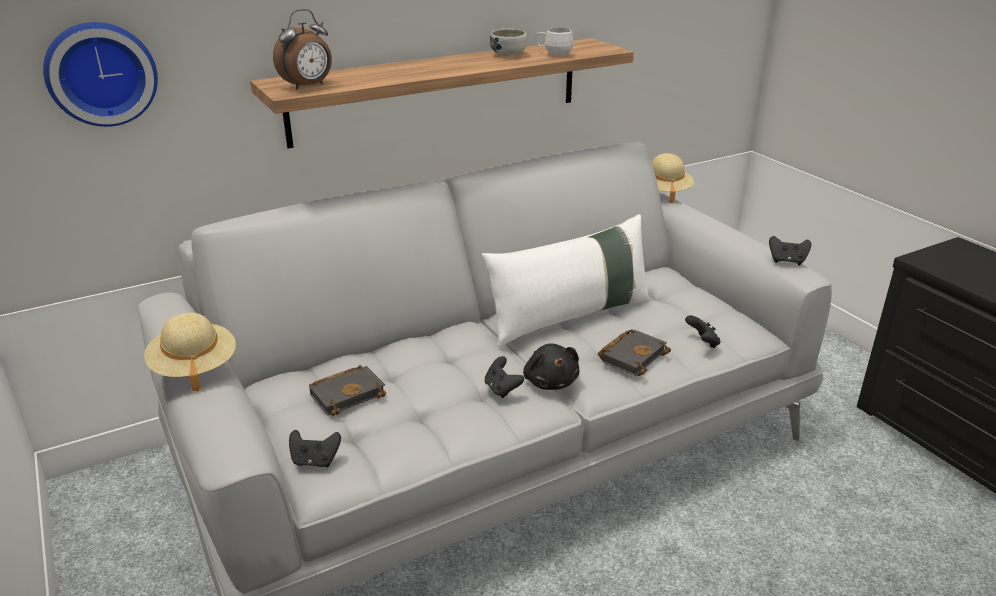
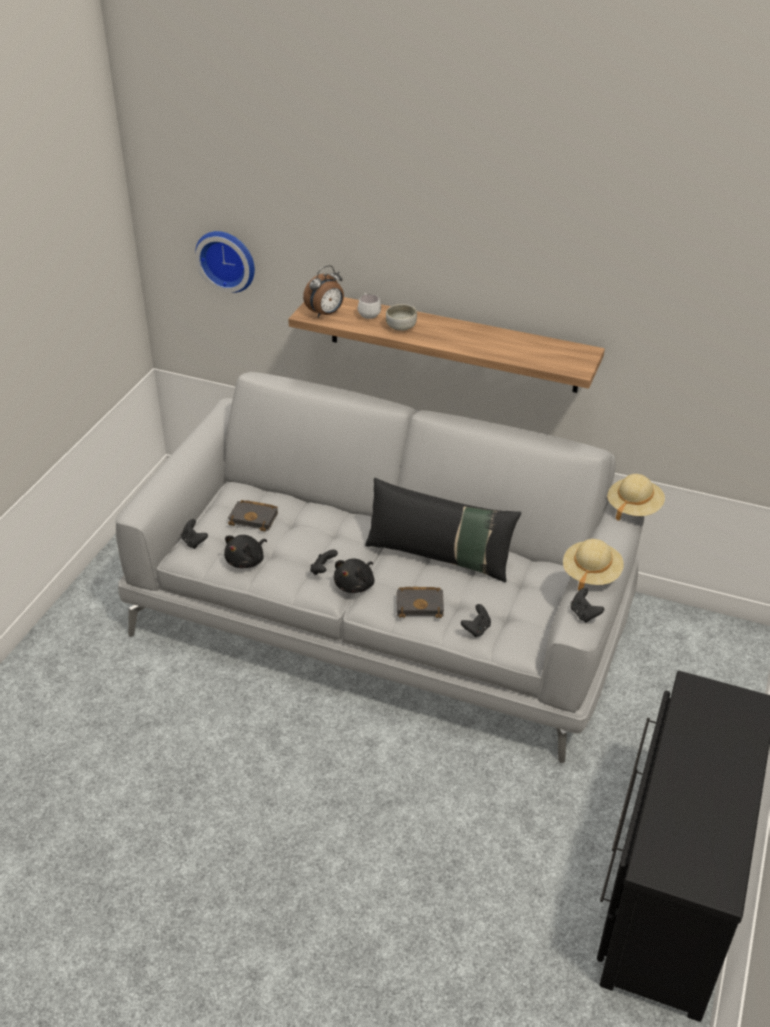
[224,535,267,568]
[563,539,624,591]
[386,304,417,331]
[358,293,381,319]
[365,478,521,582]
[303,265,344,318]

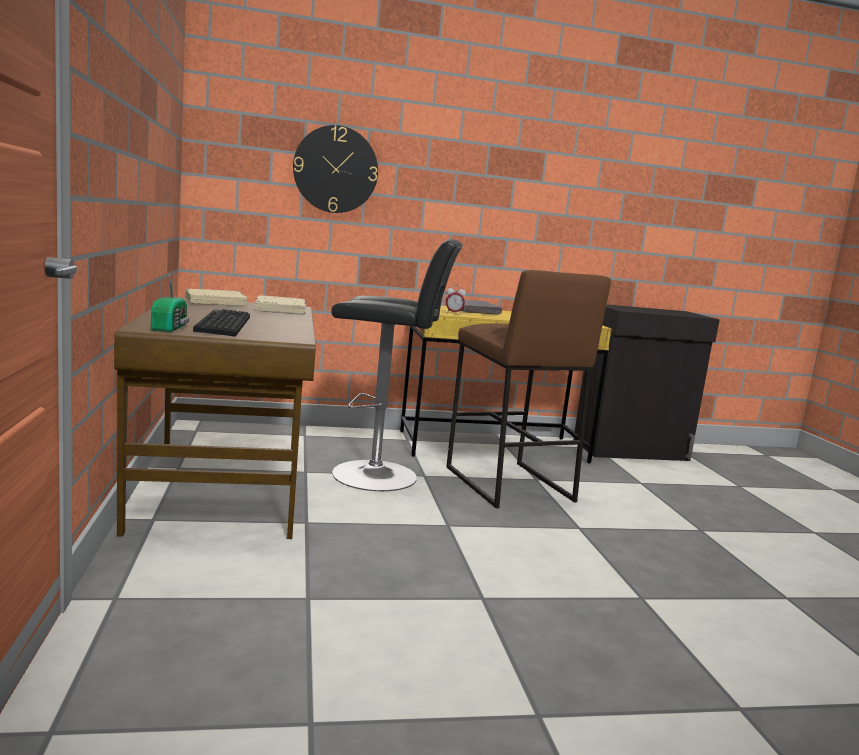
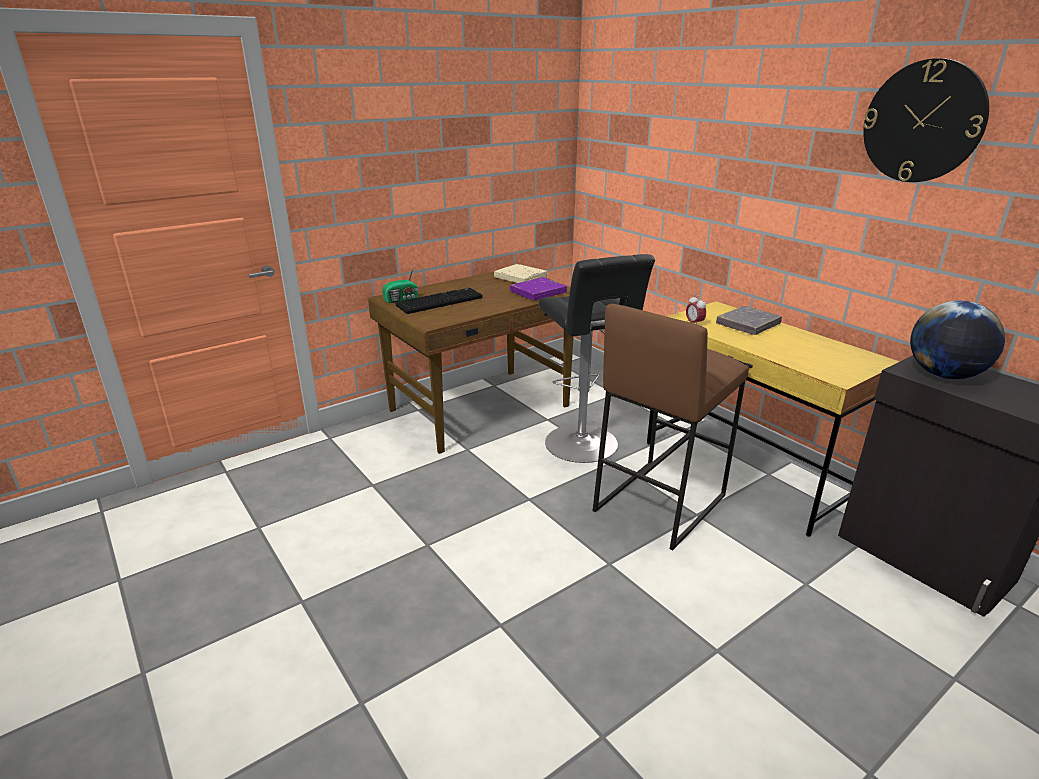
[910,300,1005,379]
[863,58,989,182]
[510,277,567,300]

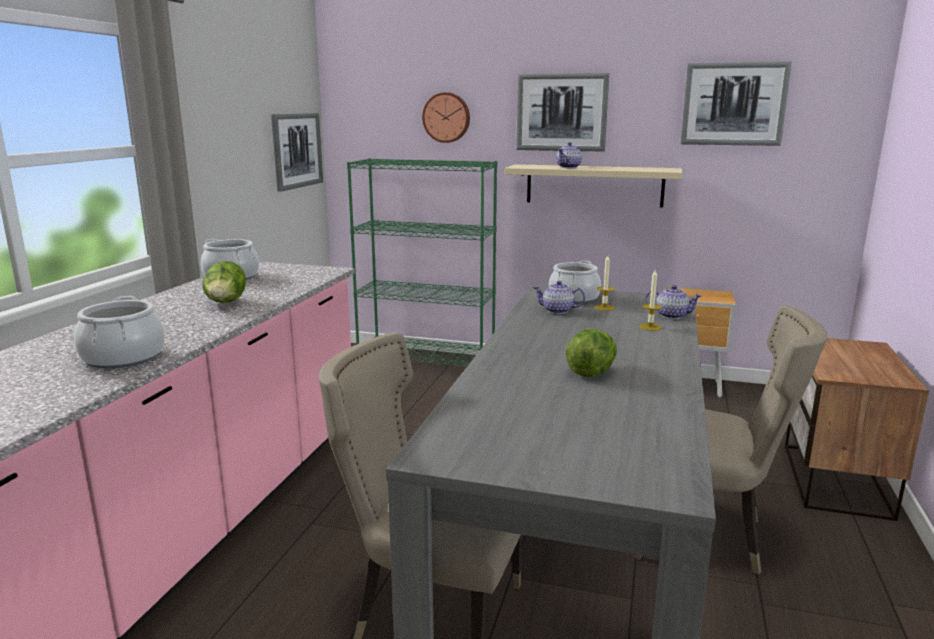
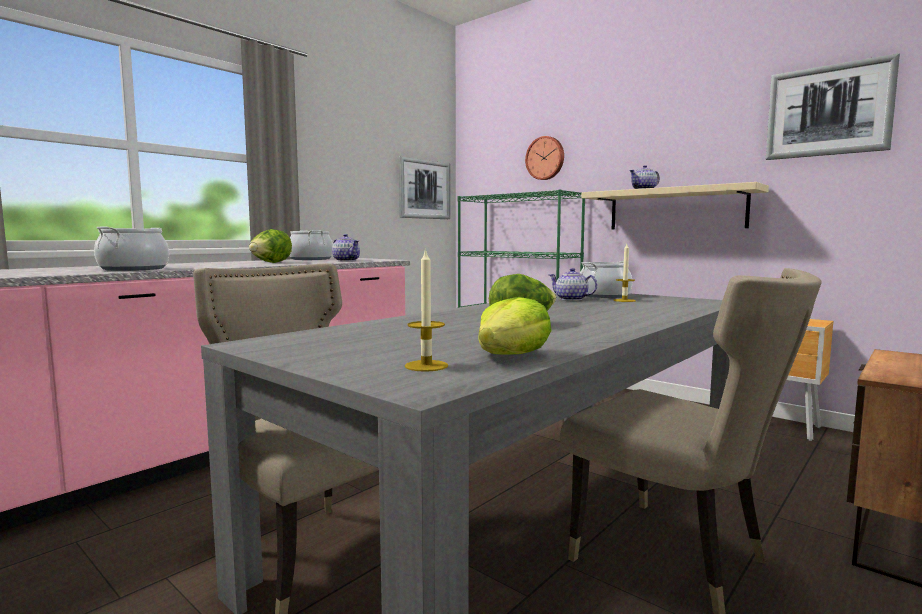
[516,73,609,151] (first image)
[478,297,552,355]
[405,248,448,372]
[332,234,360,261]

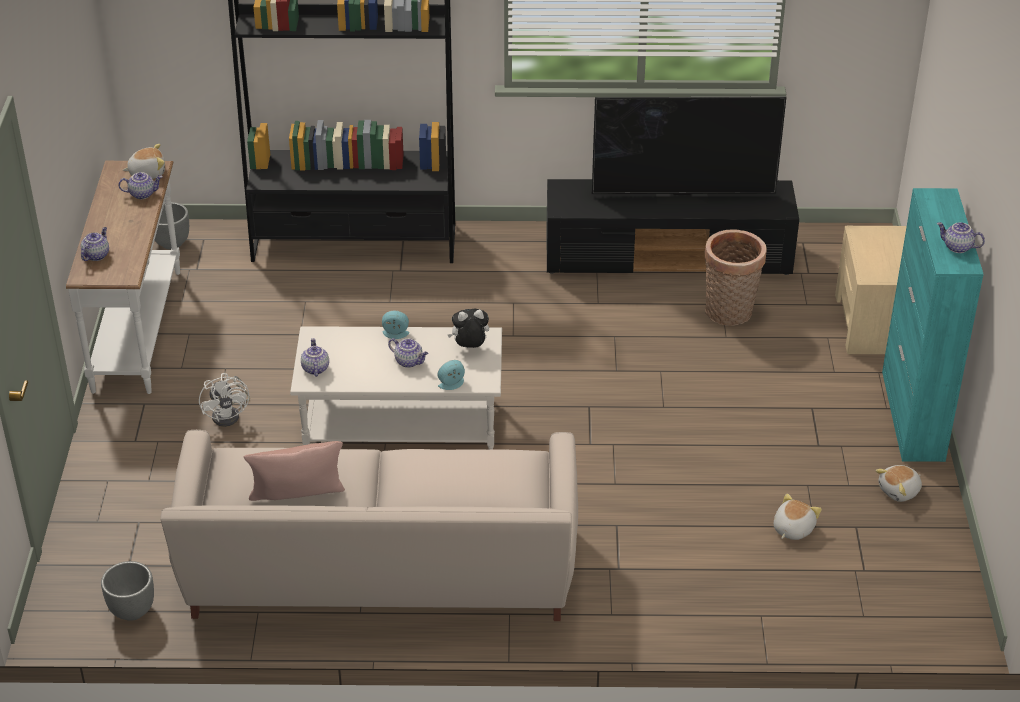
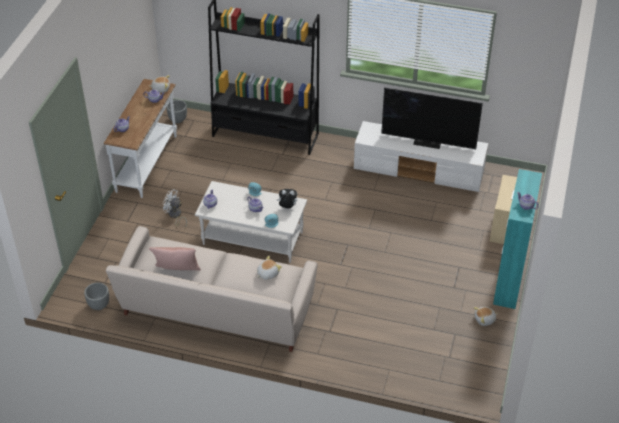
[705,229,766,326] (first image)
[257,256,282,280]
[354,121,488,192]
[163,189,187,228]

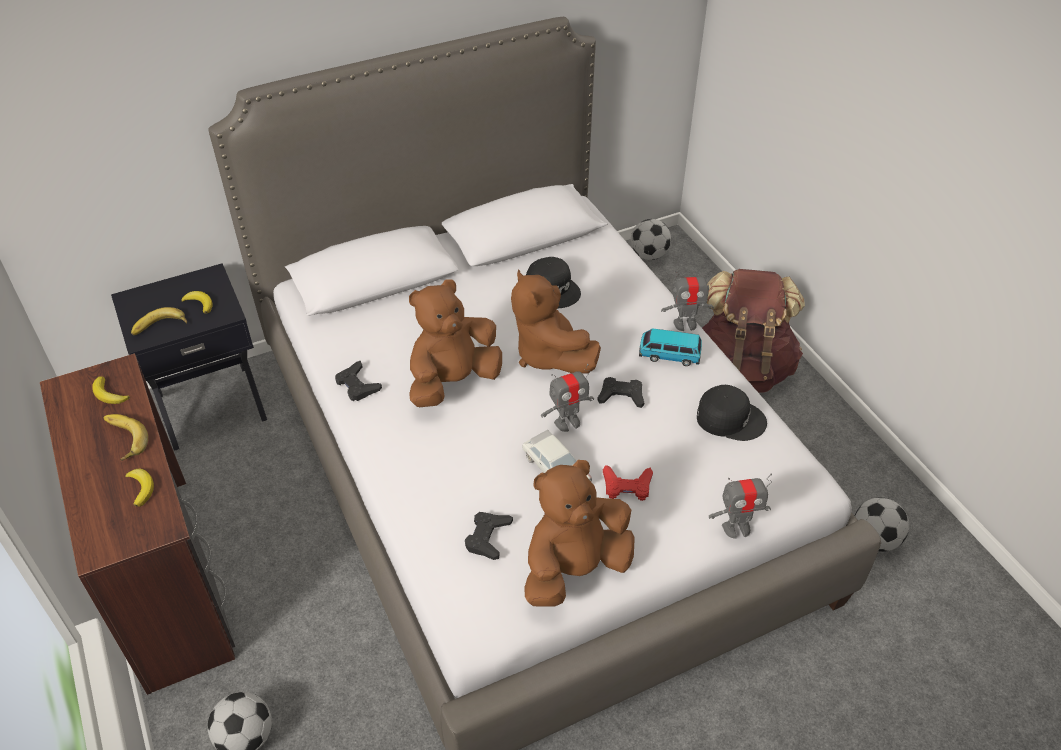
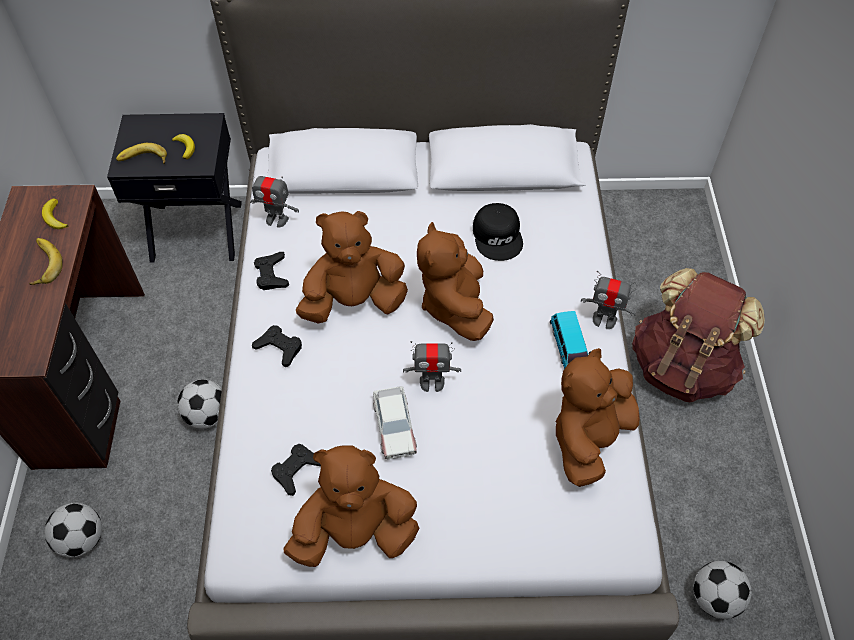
[125,469,154,507] (first image)
[603,465,653,501] (first image)
[252,325,302,367]
[177,379,222,429]
[248,169,299,228]
[555,348,639,487]
[550,311,591,369]

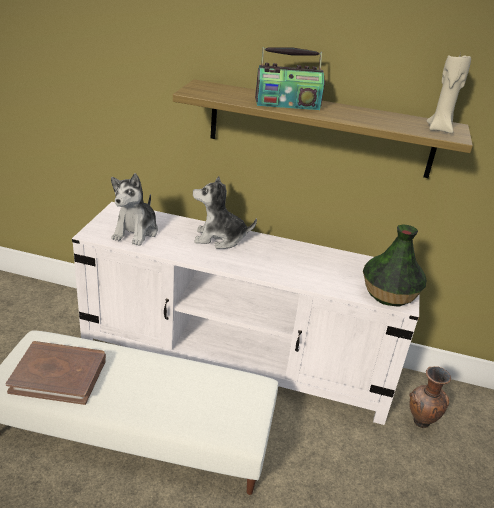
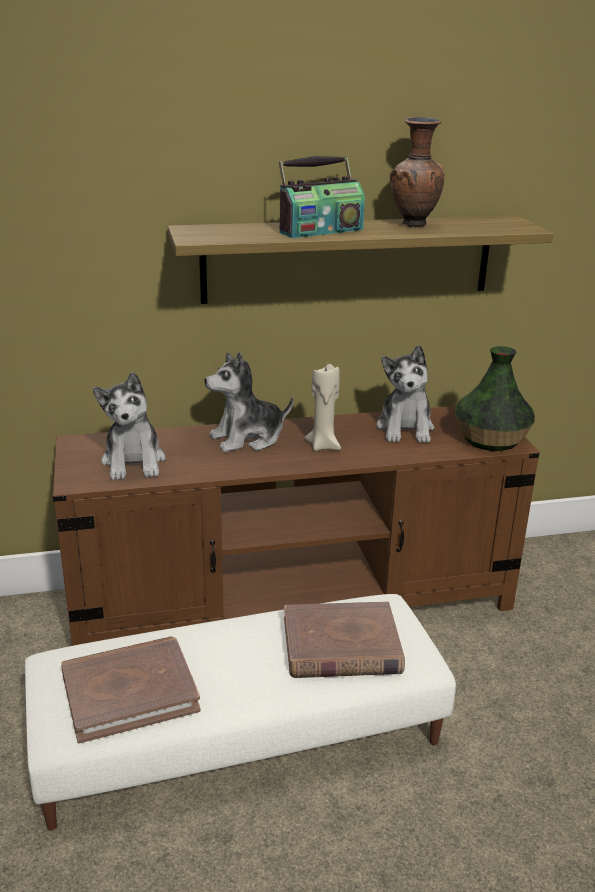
[284,601,405,678]
[376,345,434,443]
[390,117,445,227]
[305,364,341,451]
[53,406,540,646]

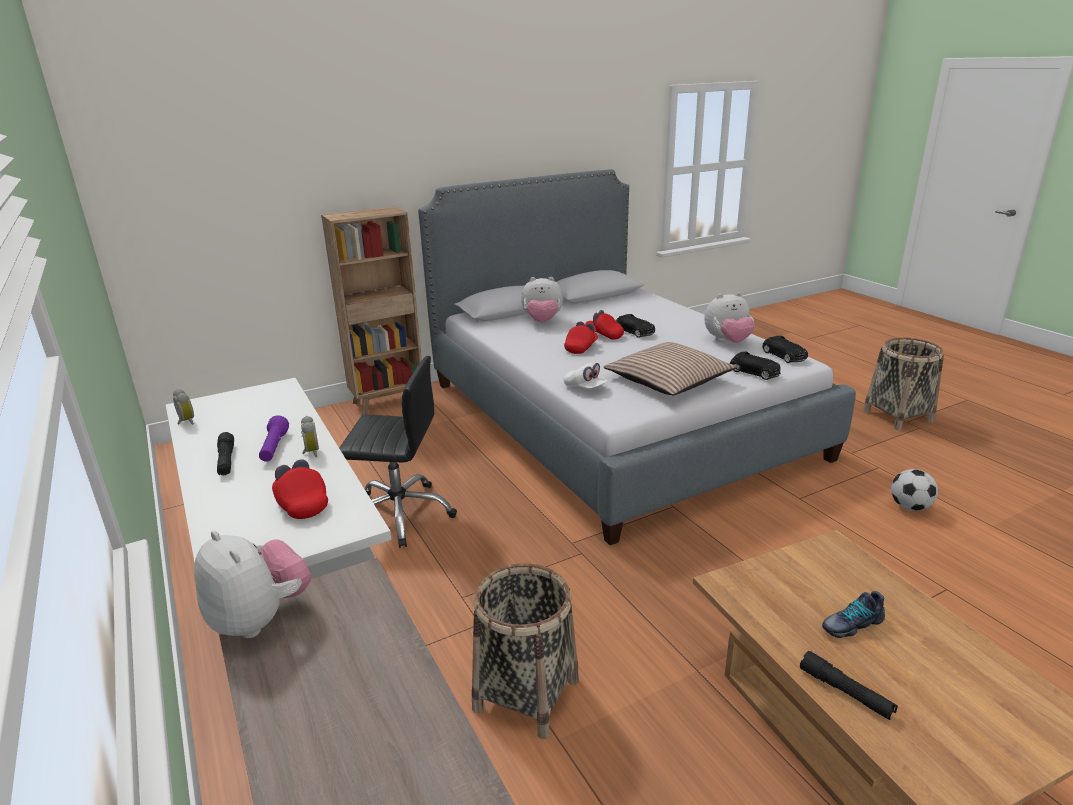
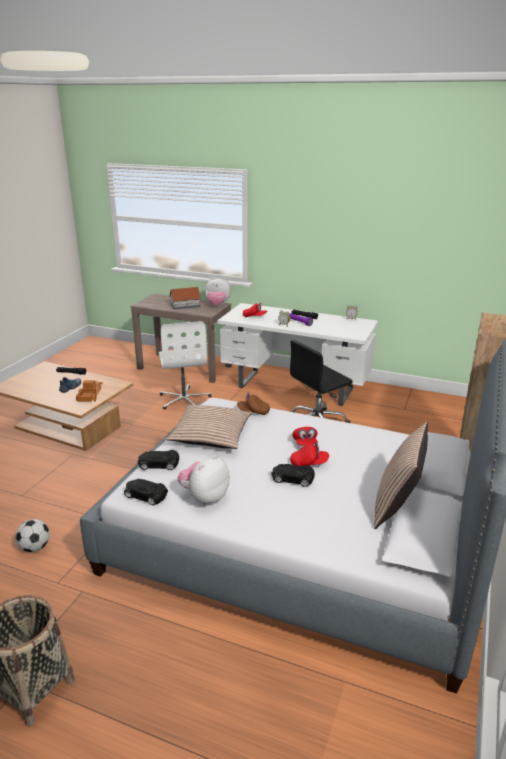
[521,277,563,323] (first image)
[76,380,103,402]
[169,287,201,310]
[374,422,428,529]
[159,321,211,410]
[237,392,270,415]

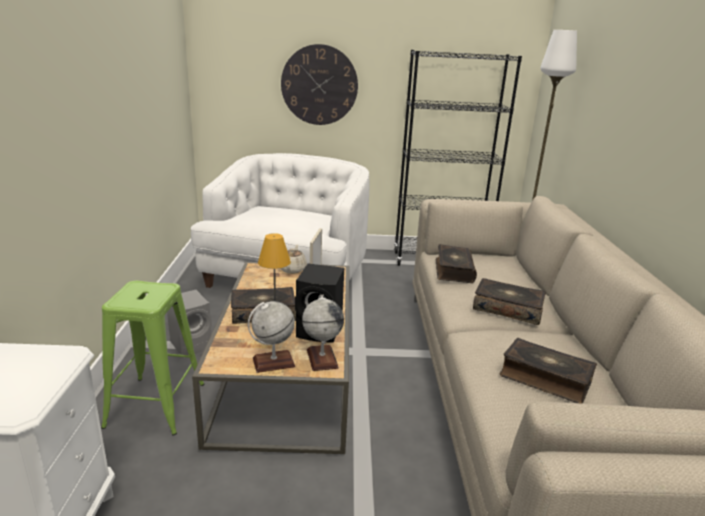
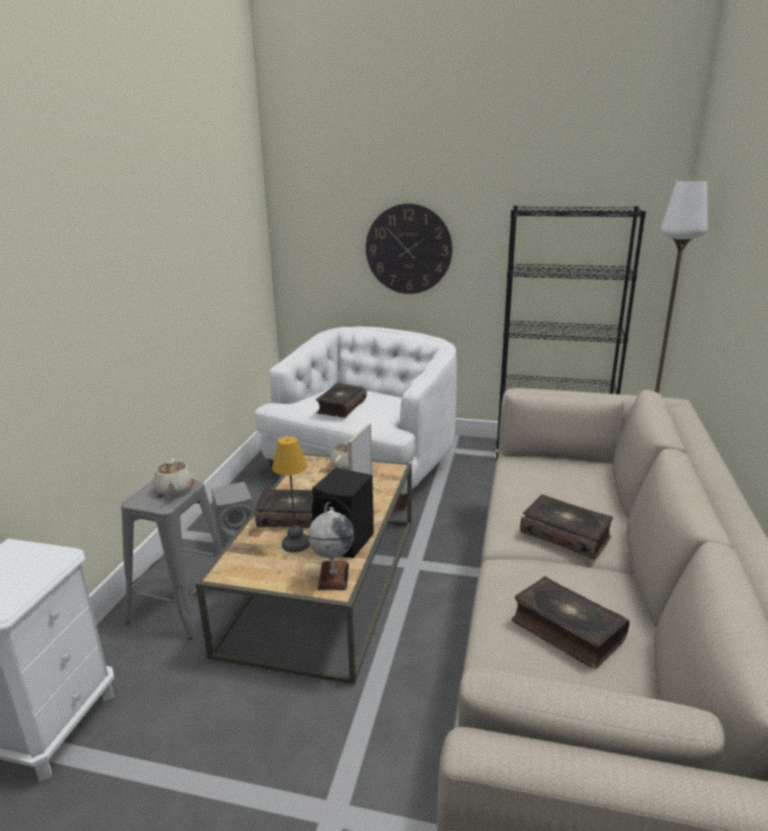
[248,301,295,373] (first image)
[153,459,194,496]
[316,383,367,418]
[121,480,222,640]

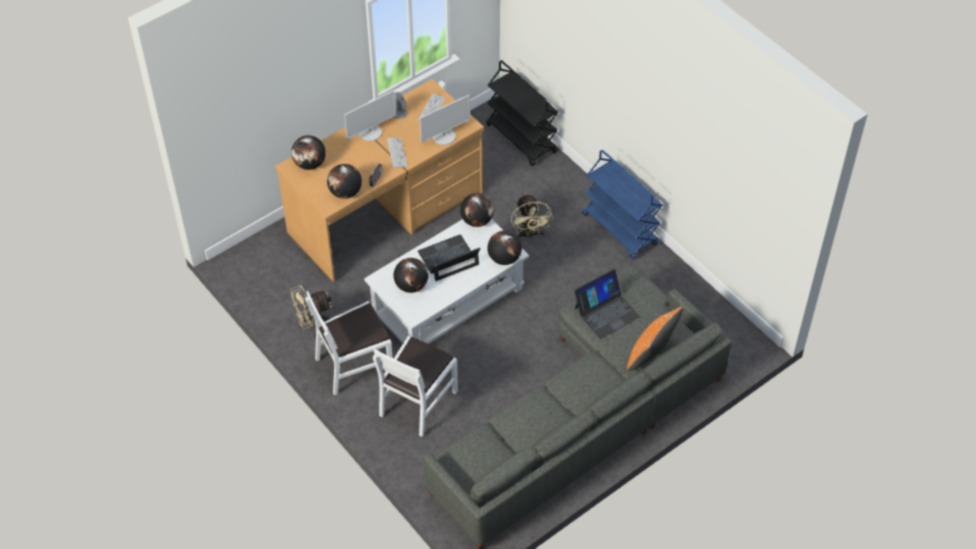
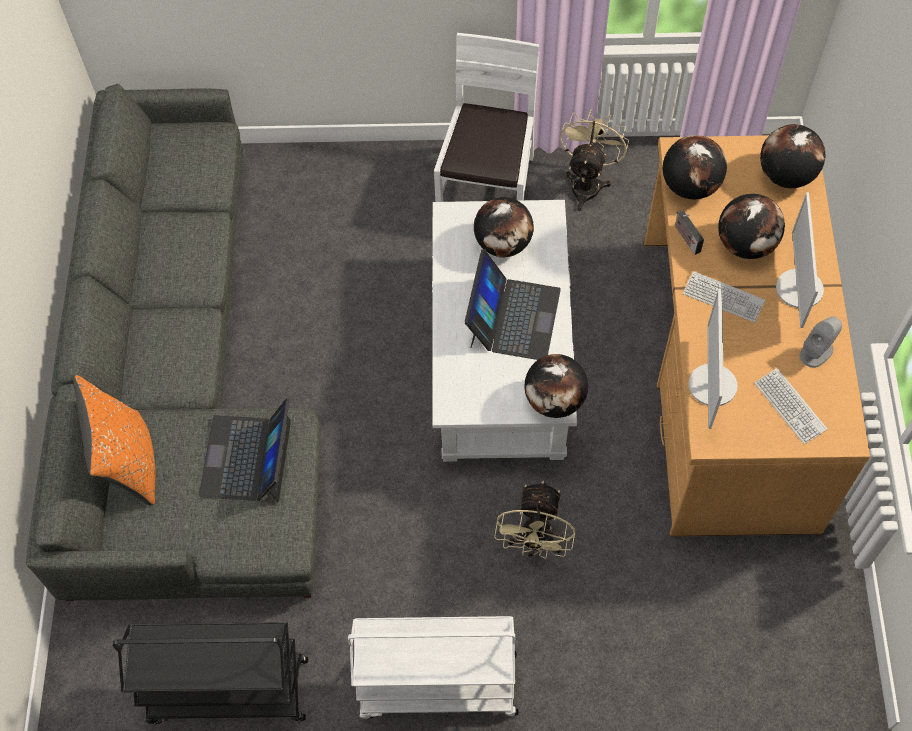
[373,336,458,437] (first image)
[113,622,308,724]
[718,194,785,259]
[348,616,519,719]
[494,481,575,559]

